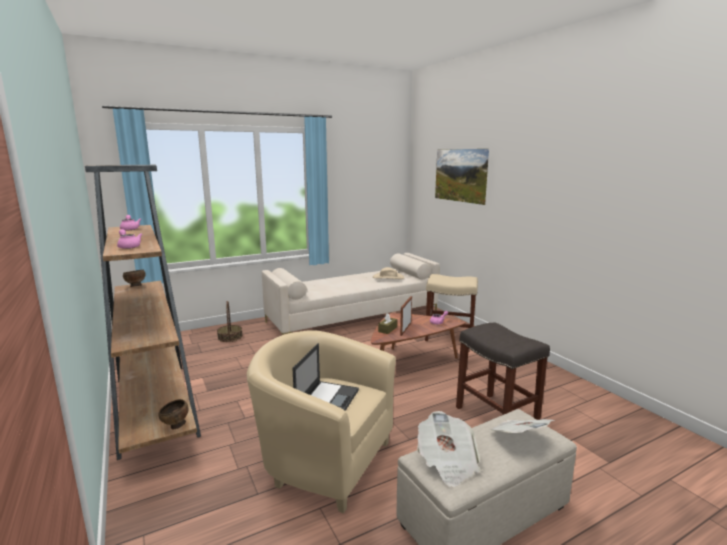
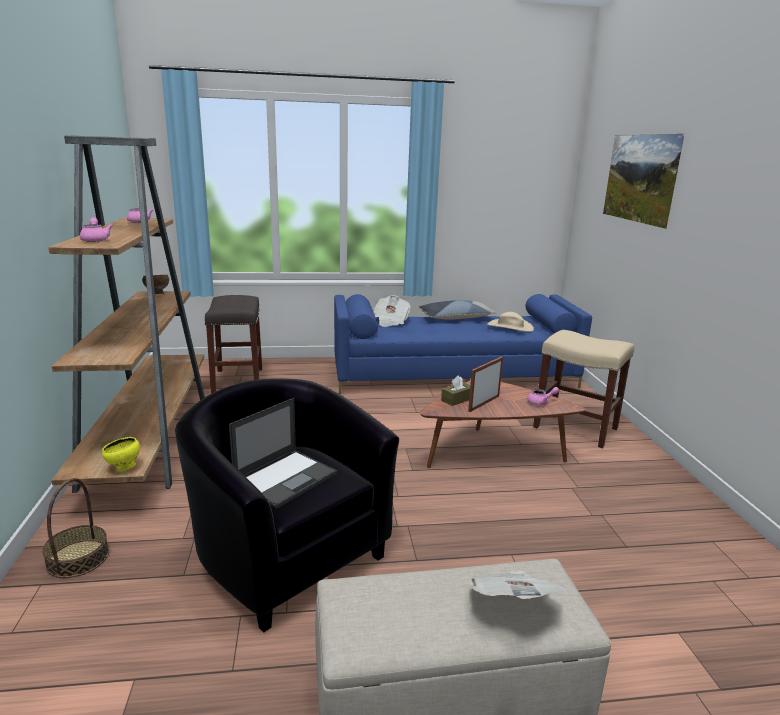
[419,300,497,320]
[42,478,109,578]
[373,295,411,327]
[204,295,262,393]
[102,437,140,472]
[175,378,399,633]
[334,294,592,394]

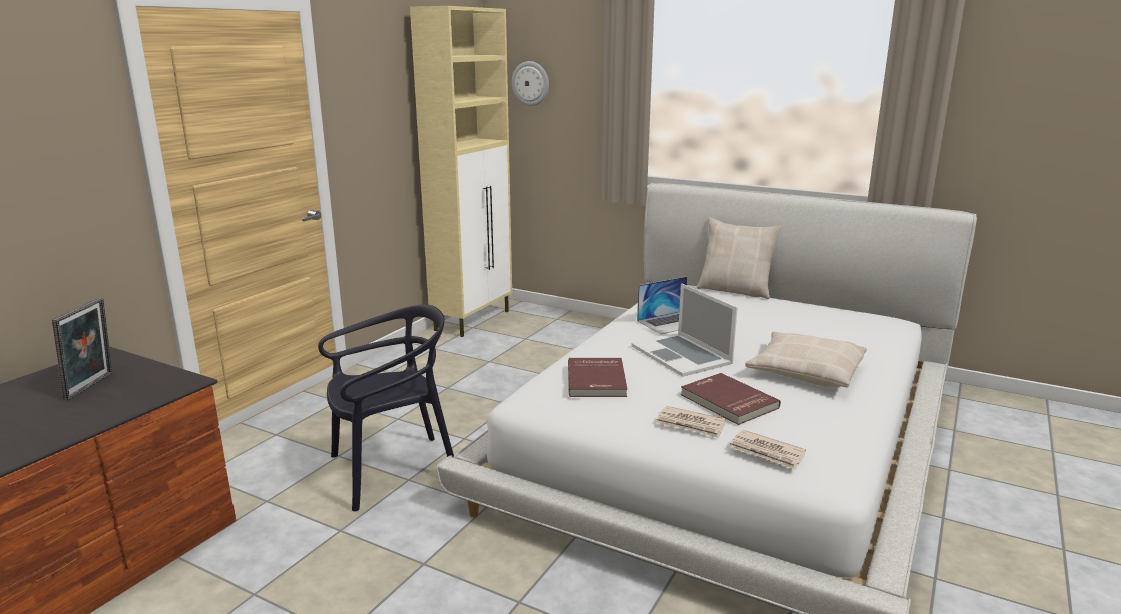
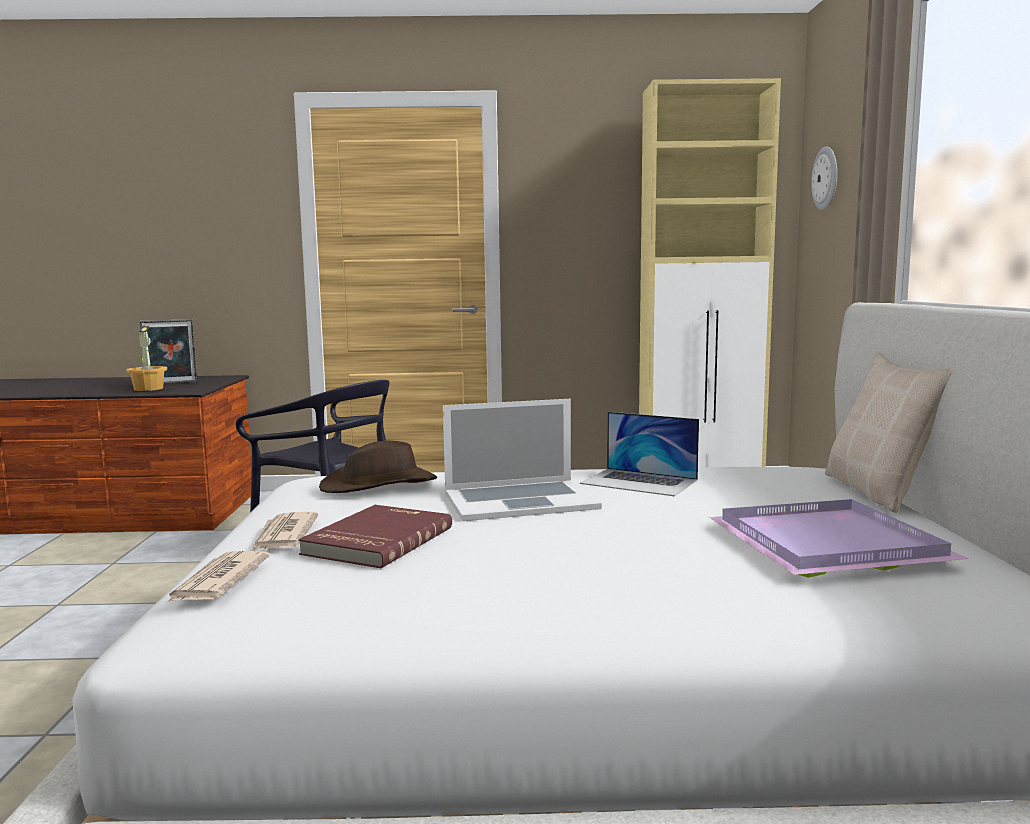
[745,332,867,387] (first image)
[126,326,167,391]
[709,499,968,578]
[319,441,437,493]
[443,399,602,521]

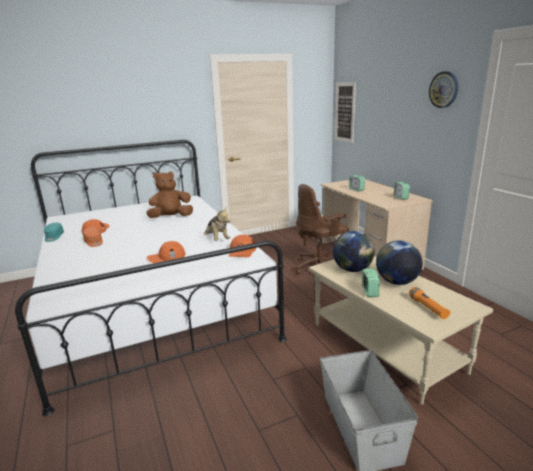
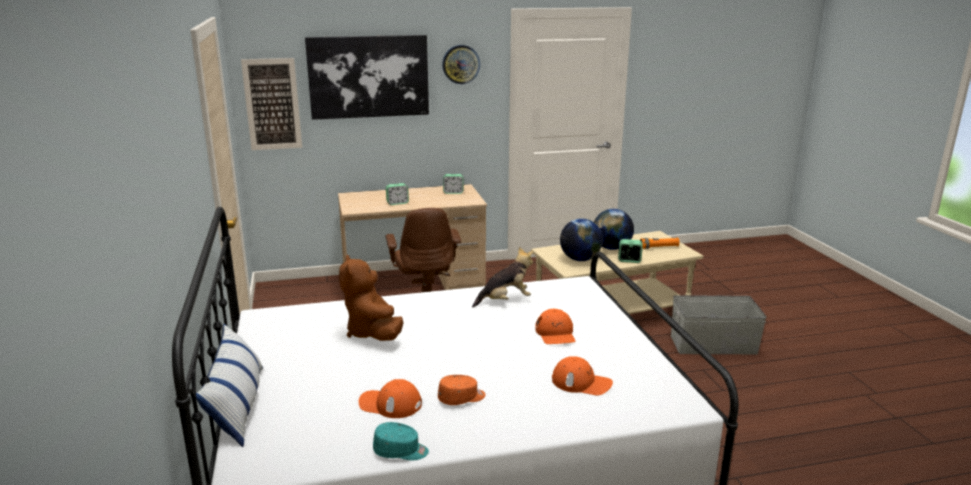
[196,324,263,447]
[305,35,429,120]
[552,356,613,395]

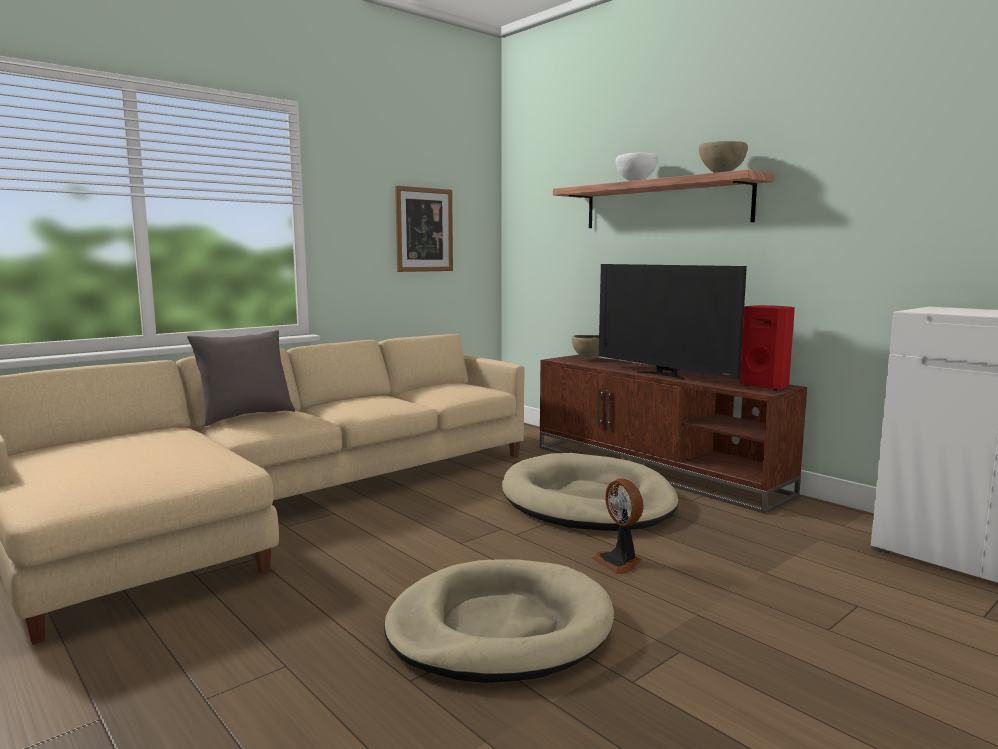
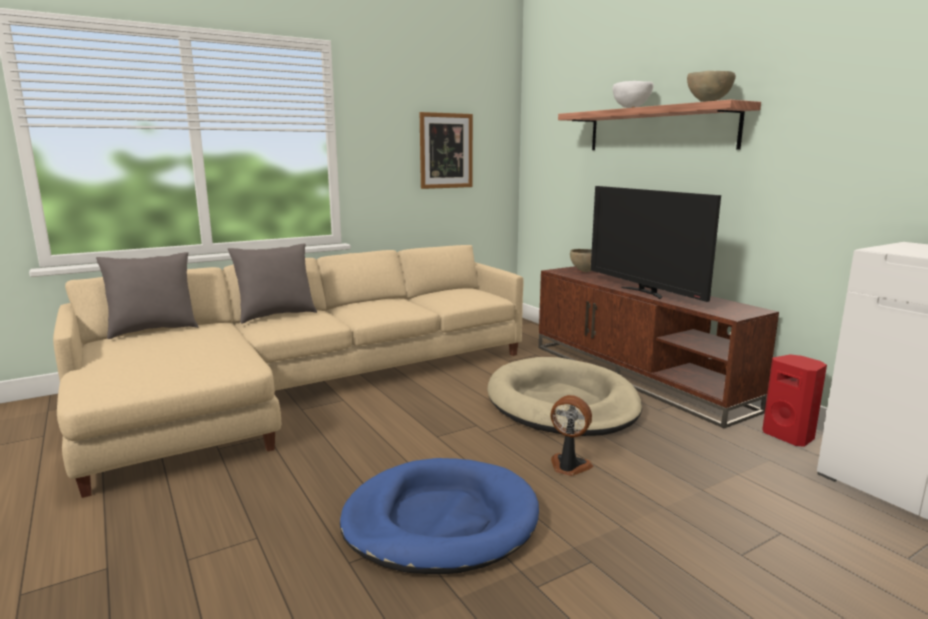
[96,252,198,339]
[762,354,827,447]
[340,458,539,574]
[550,395,594,476]

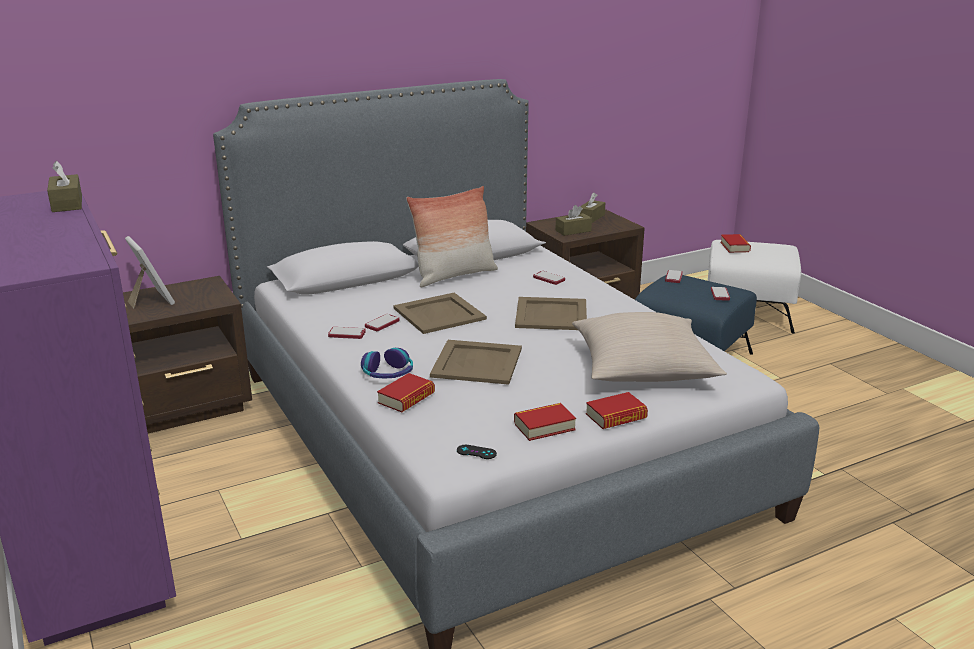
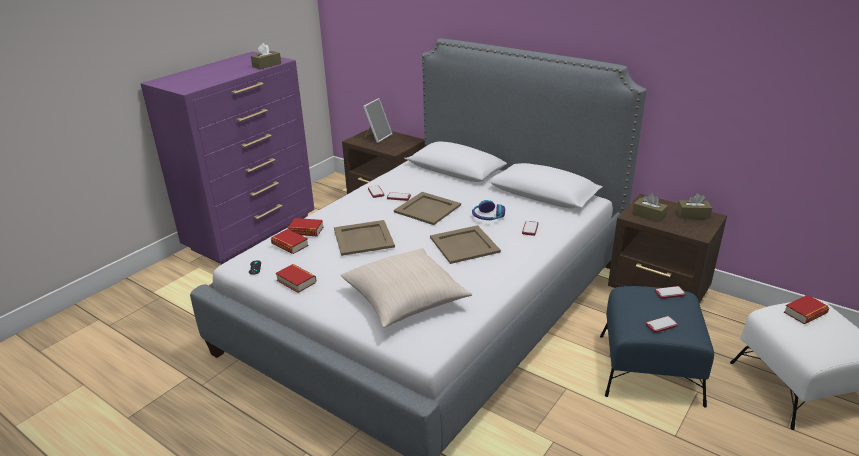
[406,186,498,287] (first image)
[472,200,505,220]
[271,229,309,254]

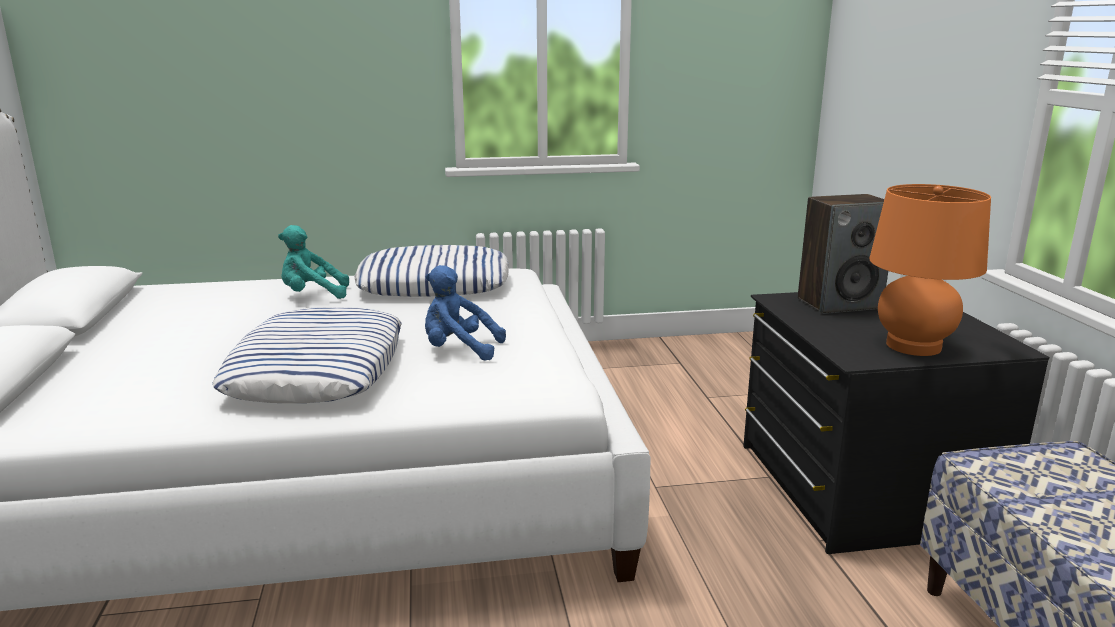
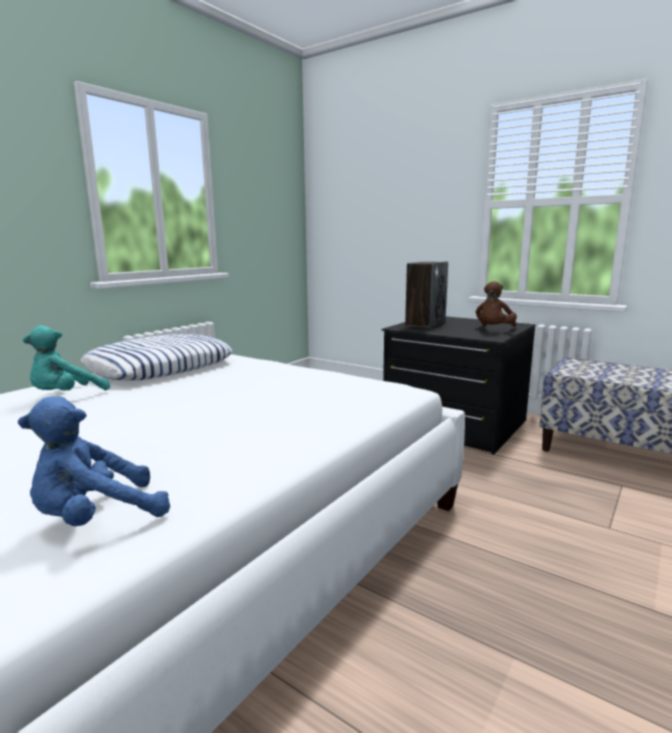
[212,307,402,403] (first image)
[18,396,170,526]
[476,281,517,327]

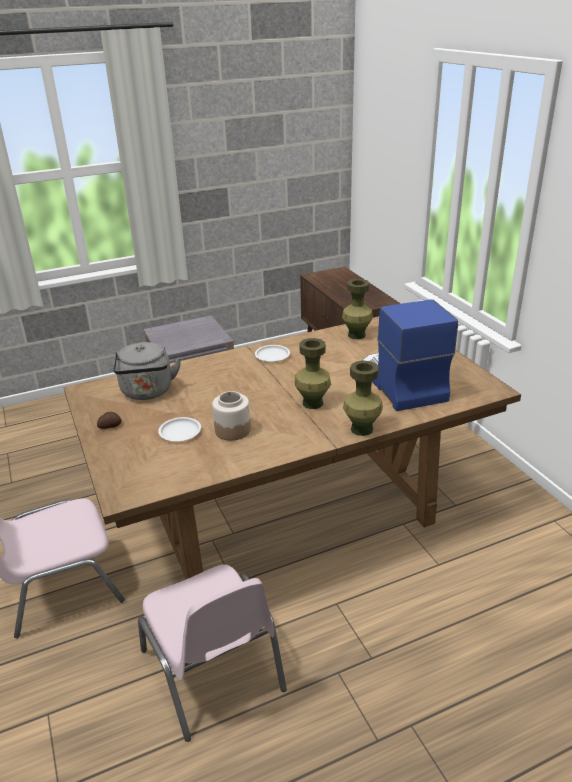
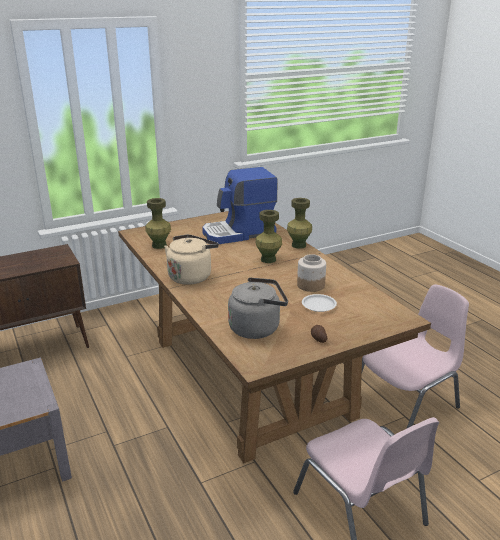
[164,234,219,285]

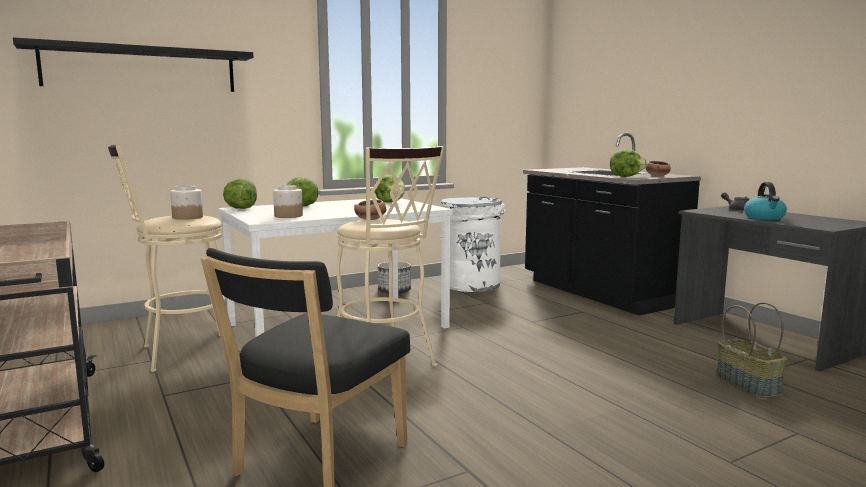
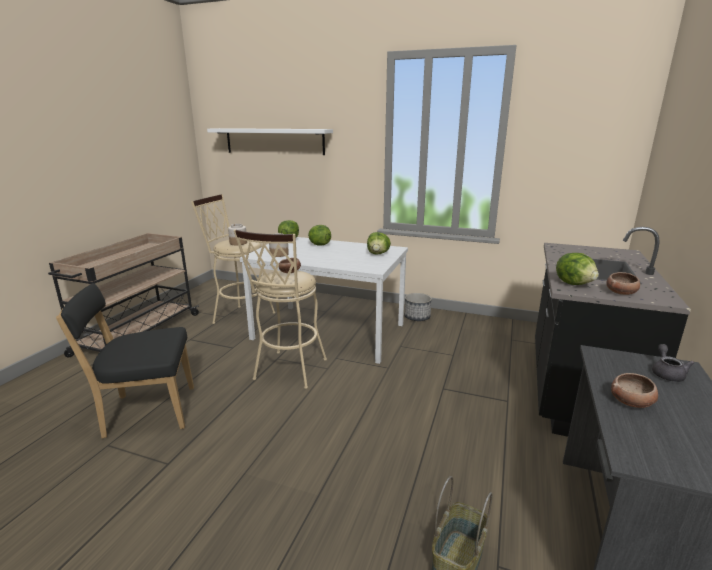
[440,197,505,292] (first image)
[611,373,658,408]
[207,128,333,155]

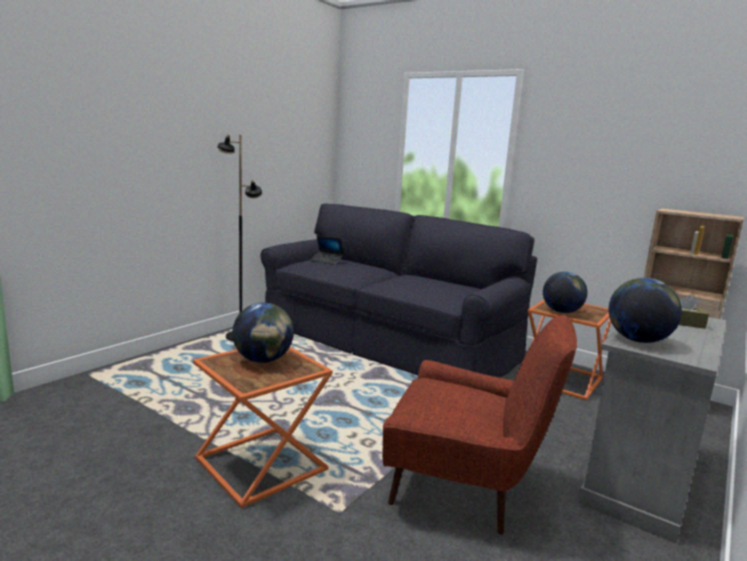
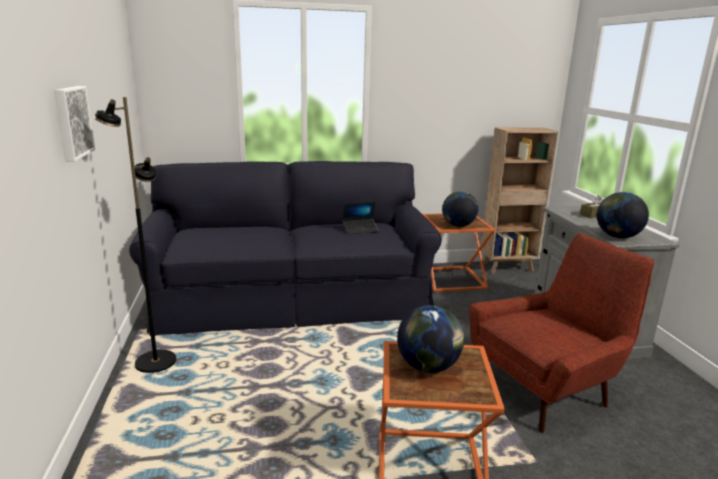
[54,86,95,162]
[342,202,379,234]

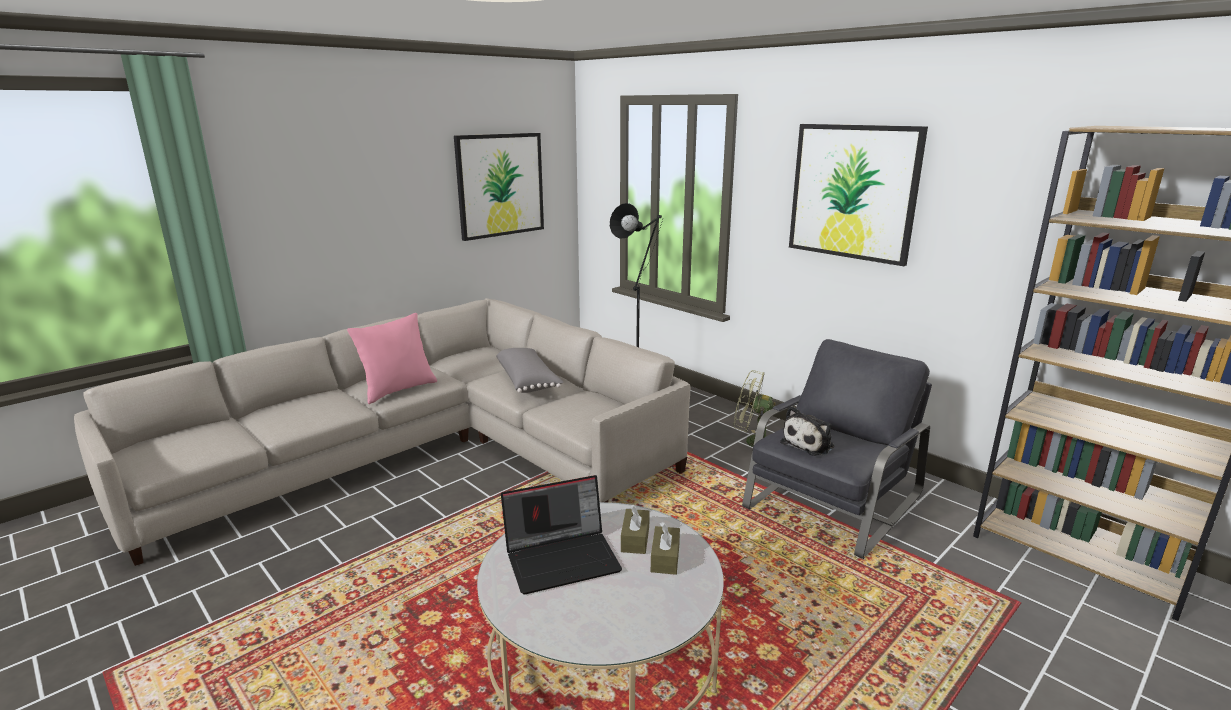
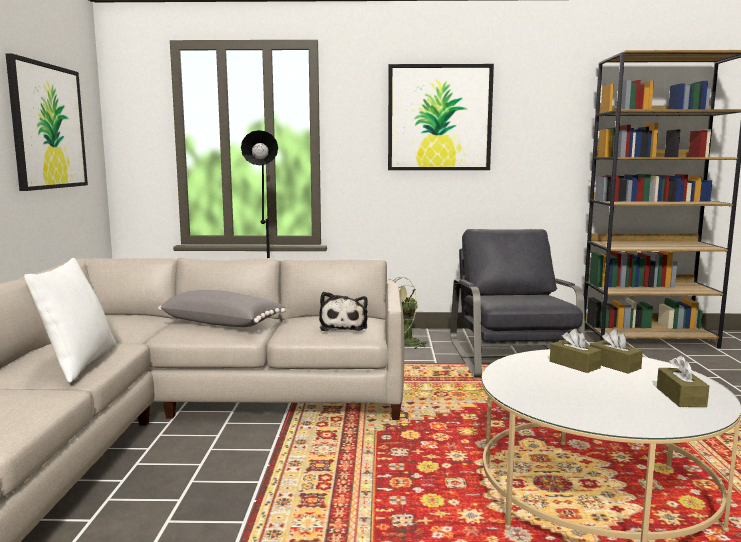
[501,475,622,595] (first image)
[657,355,709,407]
[319,292,368,331]
[24,258,116,383]

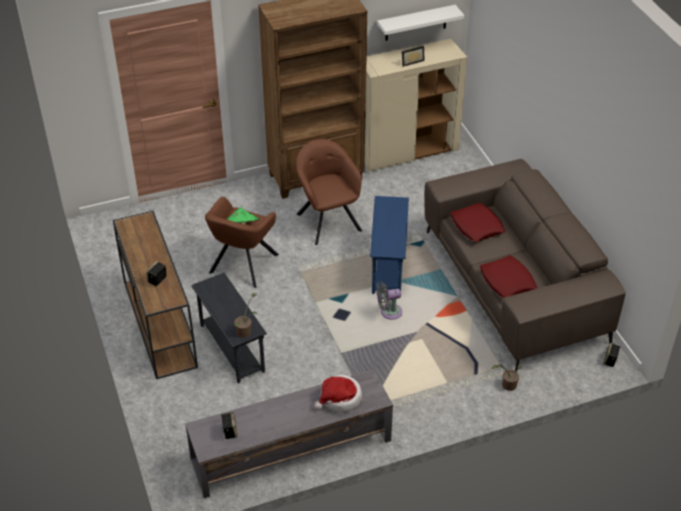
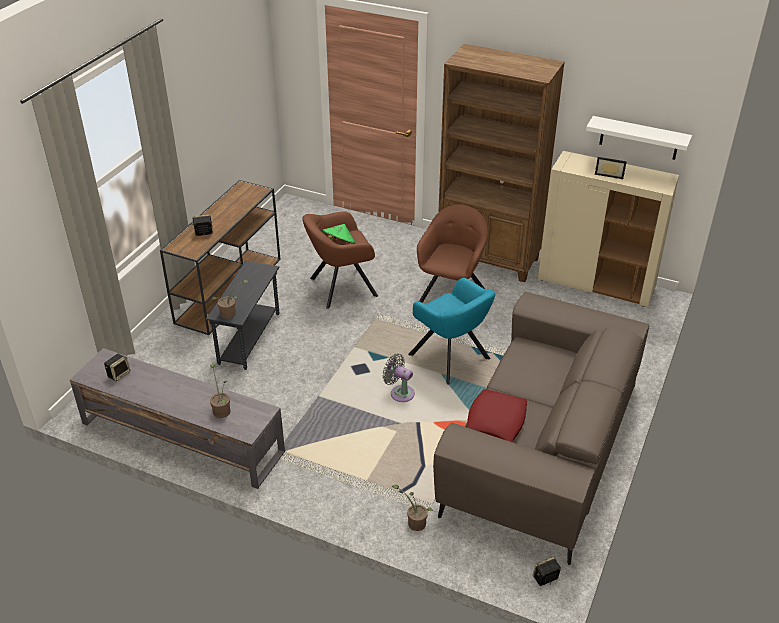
[451,203,506,242] (first image)
[210,364,231,418]
[408,278,495,385]

